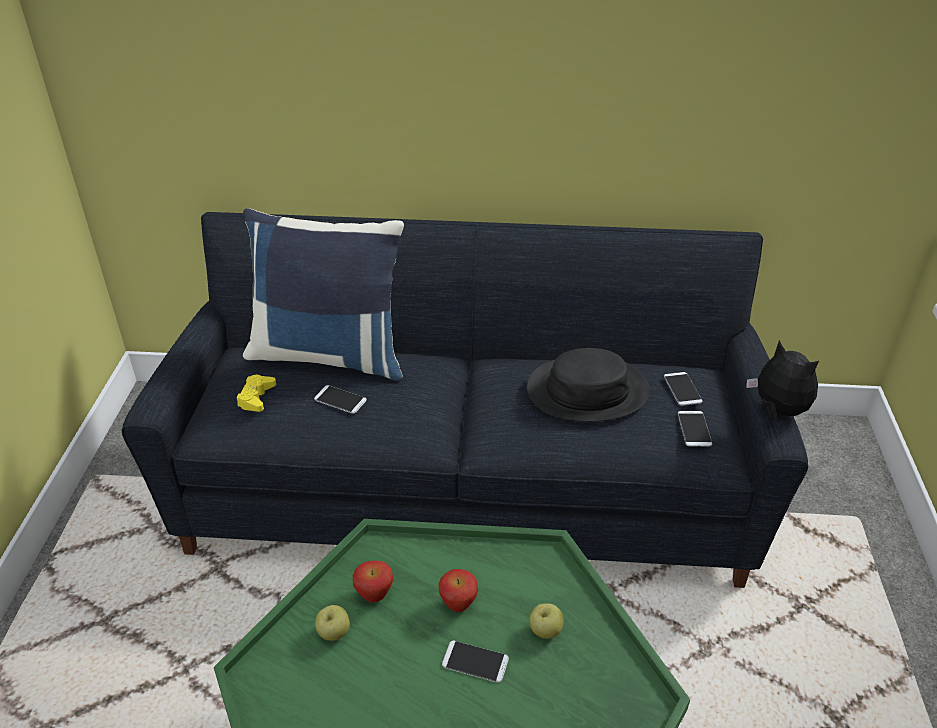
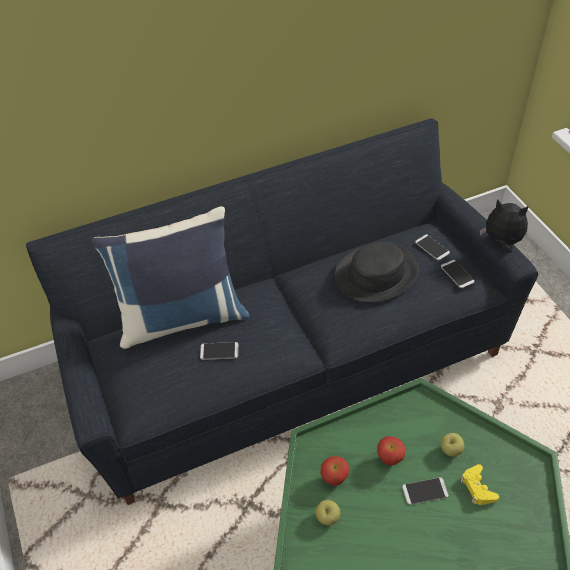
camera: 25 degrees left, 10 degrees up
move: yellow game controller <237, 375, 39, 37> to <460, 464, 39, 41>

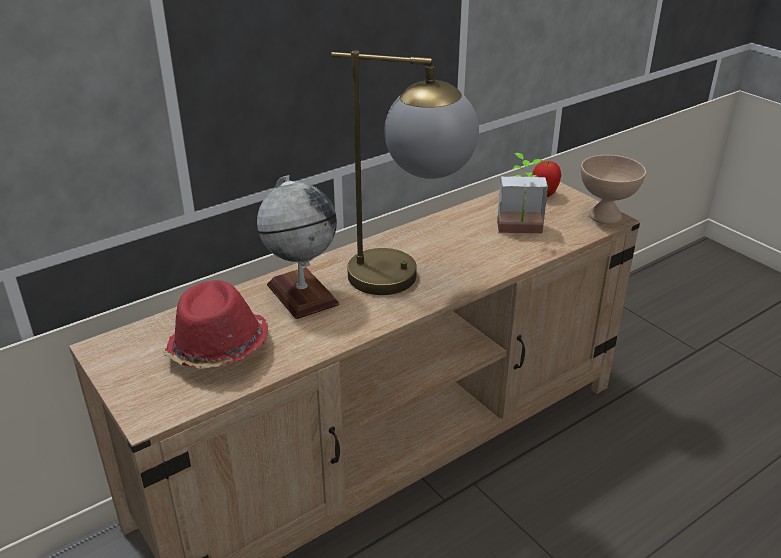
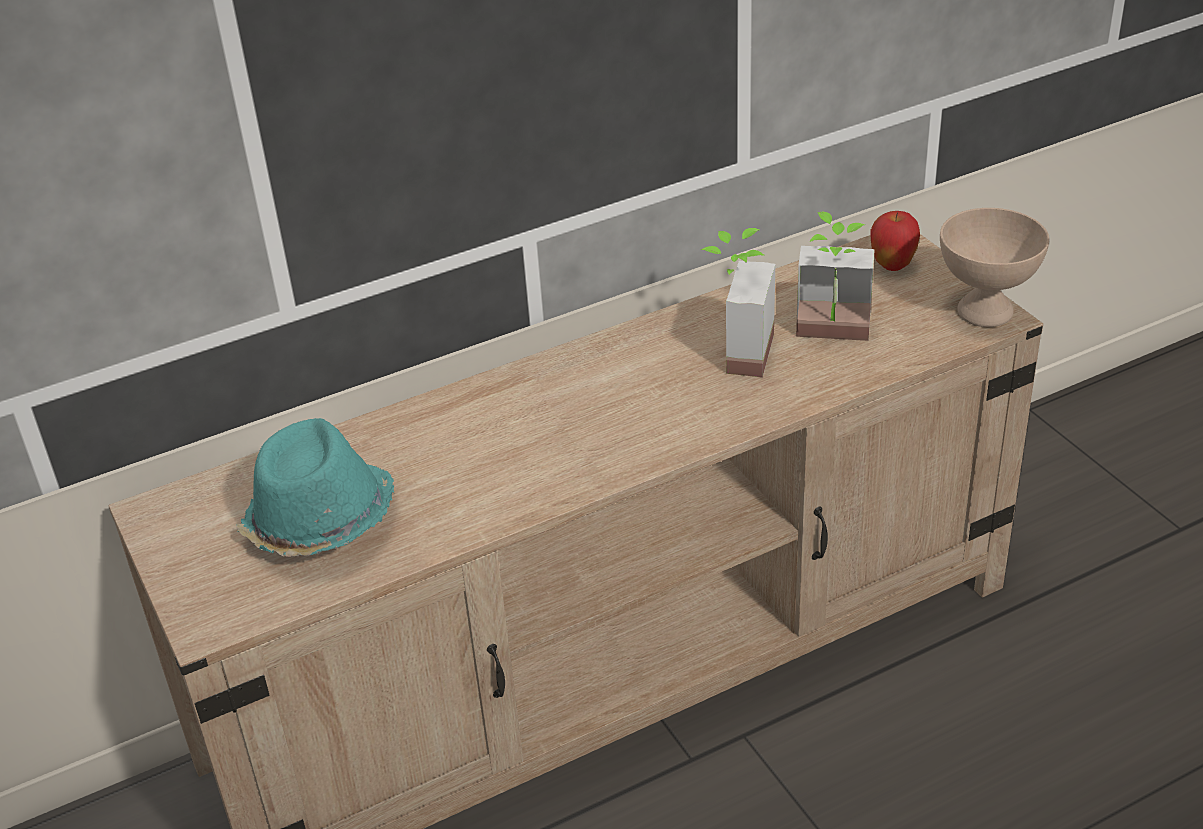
camera: 10 degrees right, 5 degrees up
delete: globe <257, 175, 82, 144>; table lamp <331, 50, 148, 245>
insert: potted plant <701, 228, 74, 149>
recolor: red hat <163, 280, 106, 89> to turquoise hat <236, 418, 158, 139>

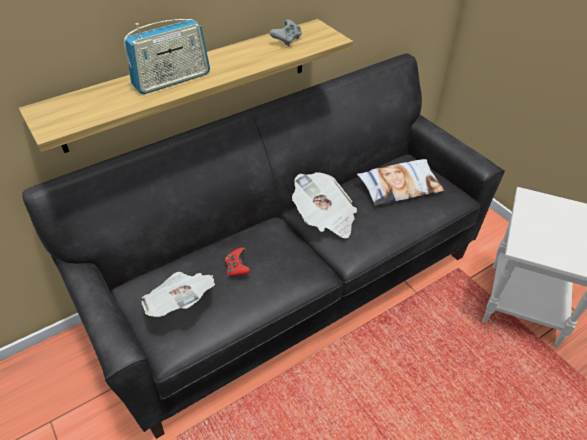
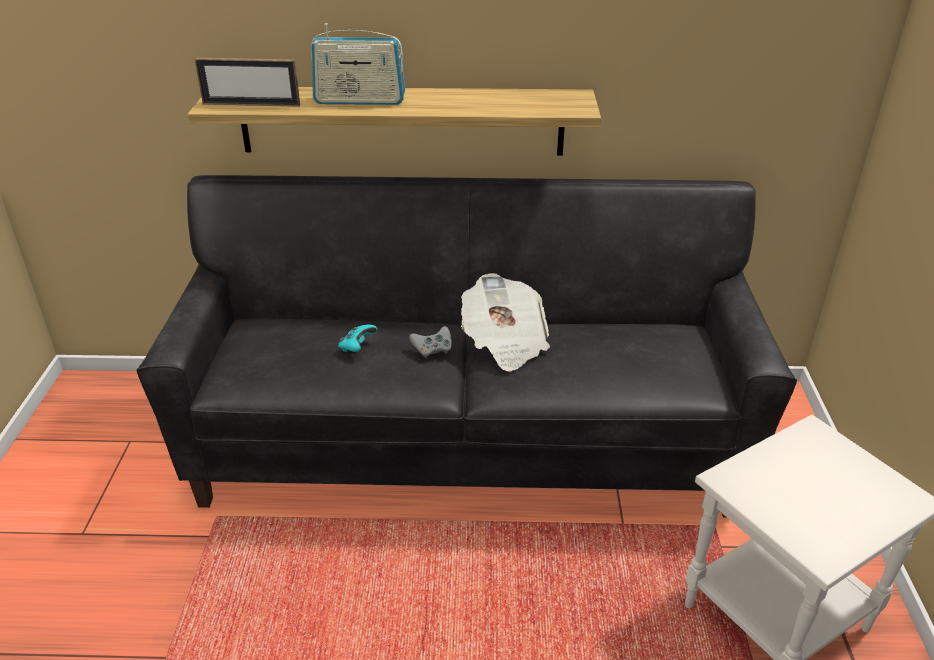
camera: 35 degrees right, 10 degrees down
delete: newspaper <142, 272, 73, 45>; pillow <357, 159, 87, 47>
insert: picture frame <194, 58, 106, 49>
move: grey game controller <269, 19, 33, 27> to <409, 326, 43, 33>
recolor: red game controller <225, 248, 25, 29> to turquoise game controller <338, 325, 39, 27>

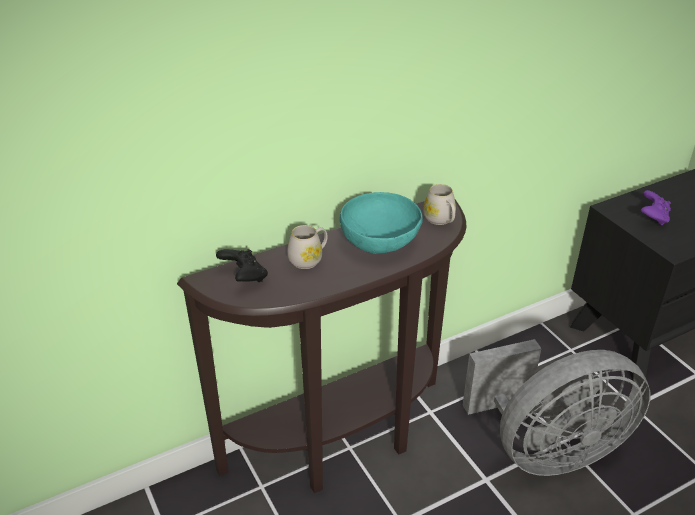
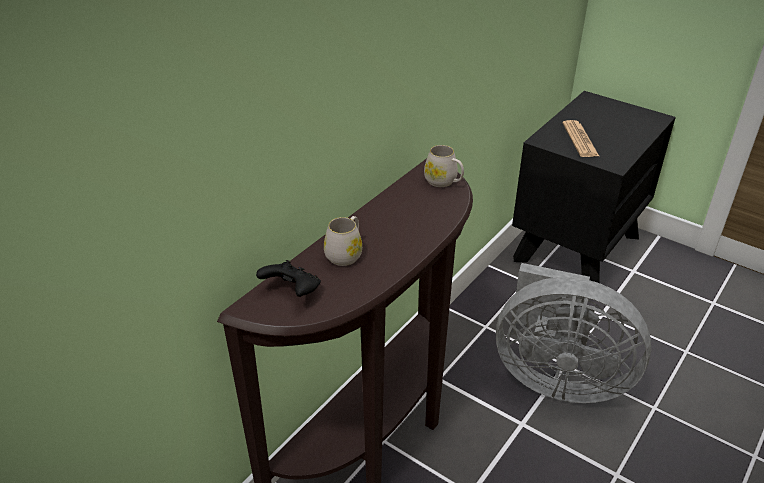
camera: 25 degrees left, 0 degrees up
delete: turquoise bowl <340, 192, 83, 62>
replace: purple game controller <641, 190, 30, 35> to newspaper <563, 120, 36, 37>
rotate: grey fan <463, 339, 187, 137> = <496, 263, 155, 140> 60 degrees clockwise

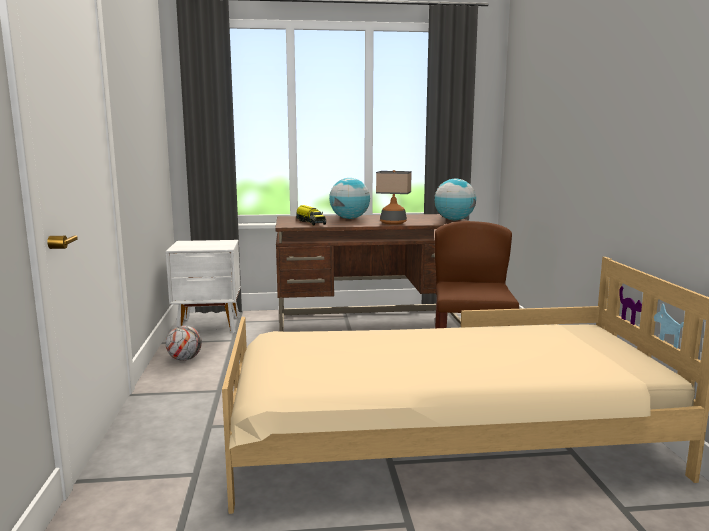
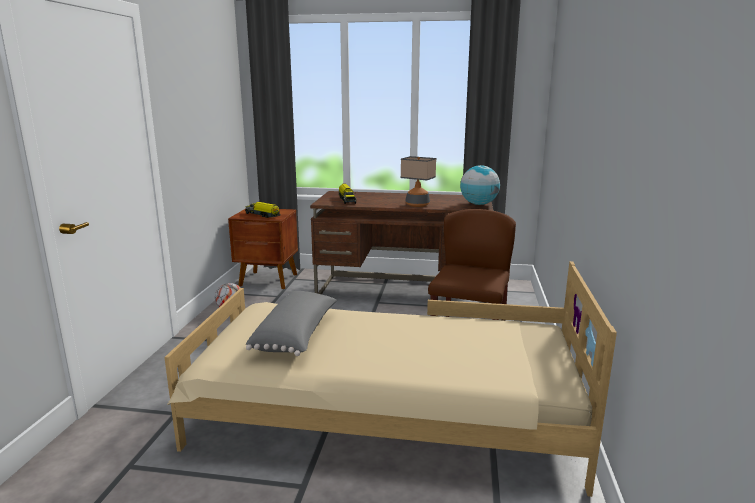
camera: 15 degrees right, 5 degrees up
delete: globe <329, 178, 41, 41>
insert: toy truck <245, 202, 35, 16>; grey pillow <246, 291, 91, 65>
recolor: white nightstand <166, 240, 75, 93> to brown nightstand <228, 209, 70, 80>

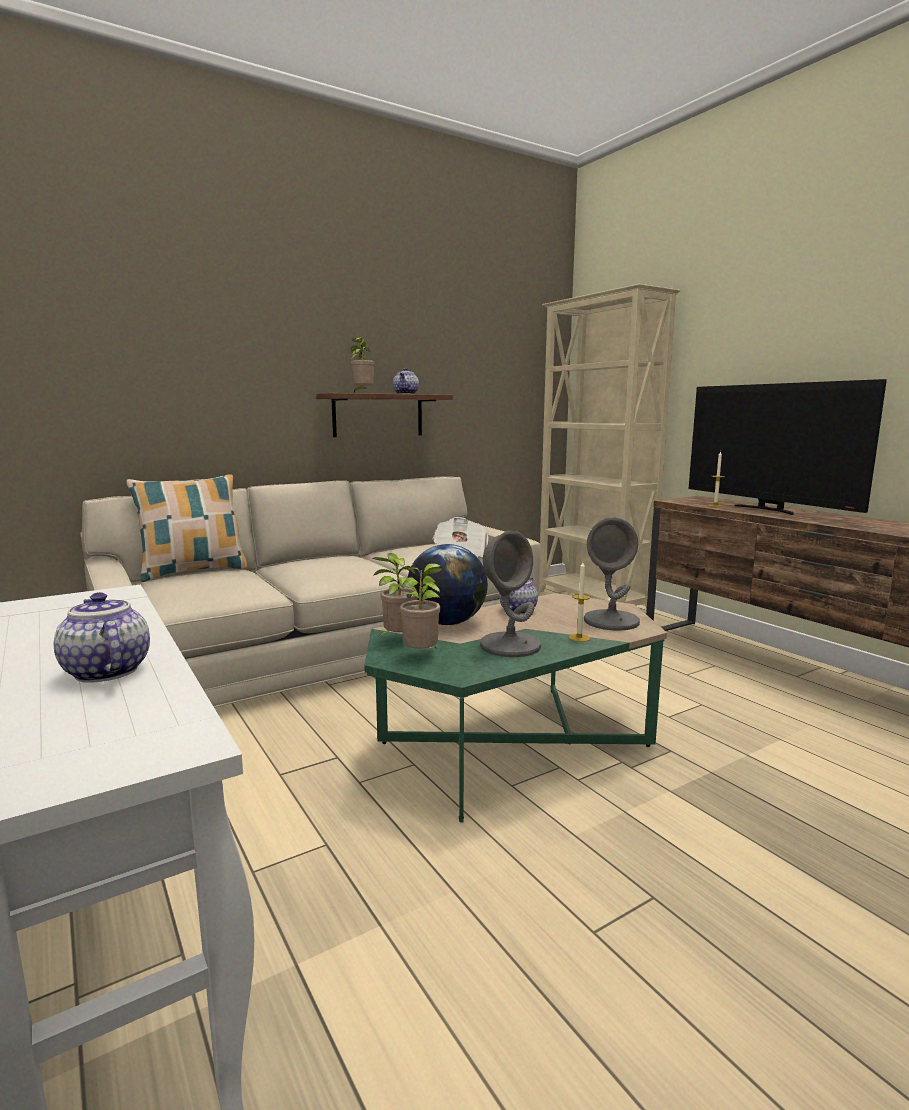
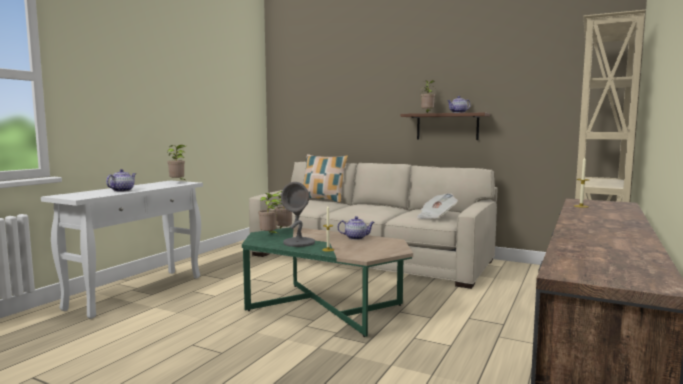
camera: 60 degrees right, 5 degrees down
delete: globe <407, 544, 81, 81>; grey table lamp <584, 517, 56, 114>; television <689, 379, 198, 136>
insert: potted plant <167, 145, 19, 36>

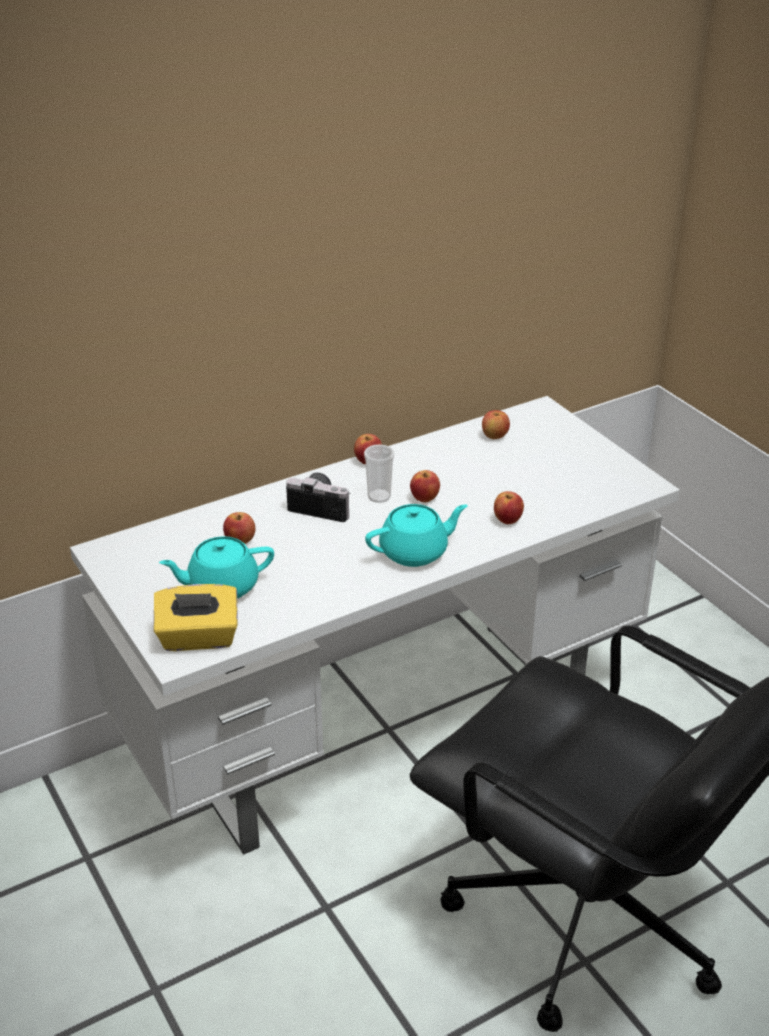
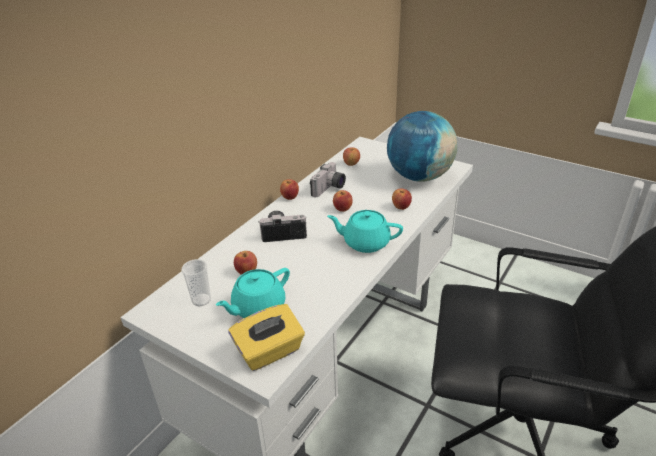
camera: 25 degrees left, 0 degrees up
insert: photo camera <310, 162, 36, 35>; globe <387, 111, 71, 71>
move: cup <364, 444, 30, 59> to <181, 259, 30, 47>
rotate: turquoise teapot <365, 504, 103, 63> = <327, 210, 76, 43> 120 degrees counterclockwise

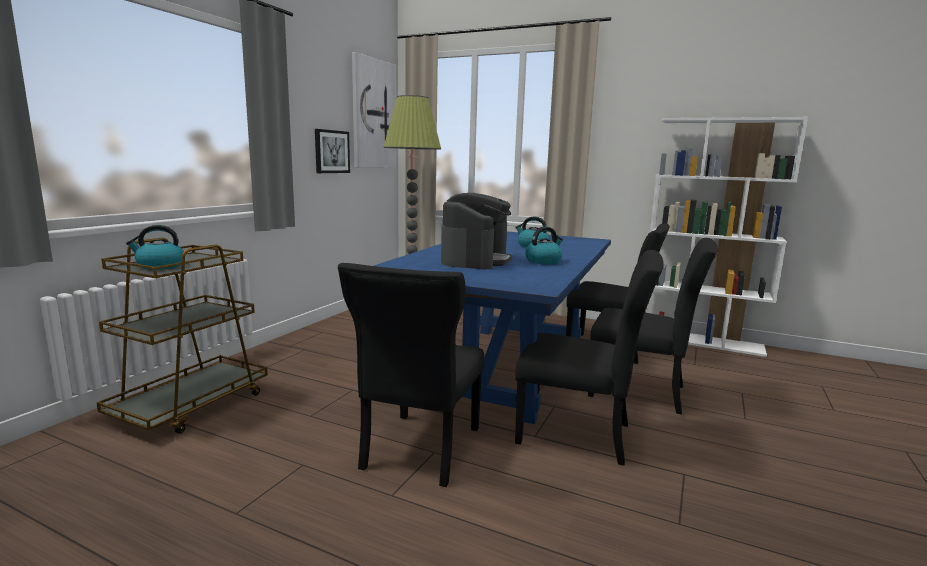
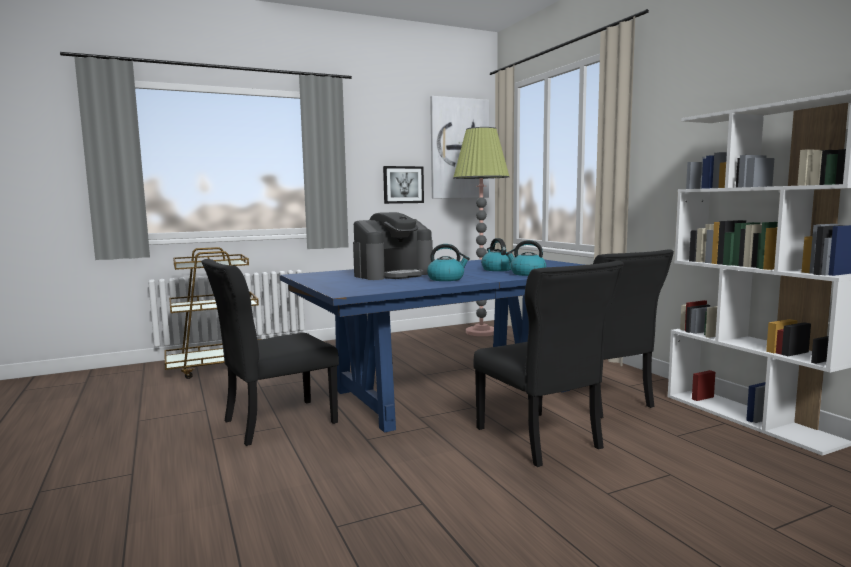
camera: 40 degrees right, 5 degrees down
delete: black chair <515, 250, 149, 216>
move: kettle <126, 225, 58, 45> to <506, 240, 40, 36>

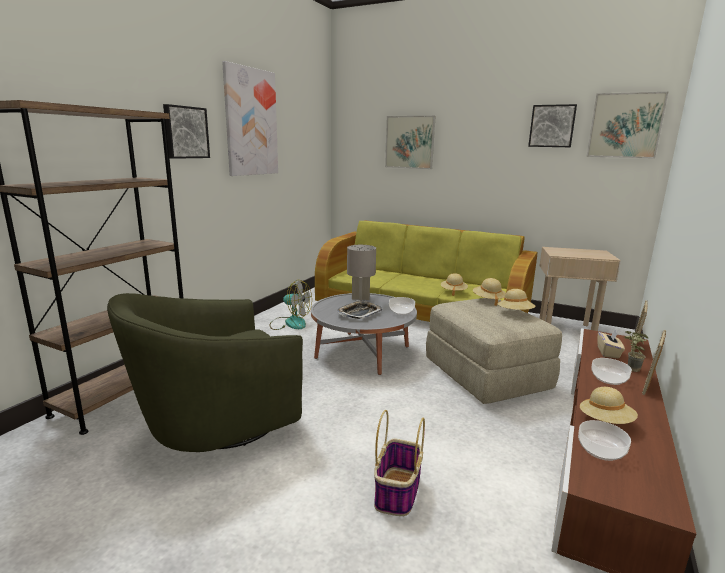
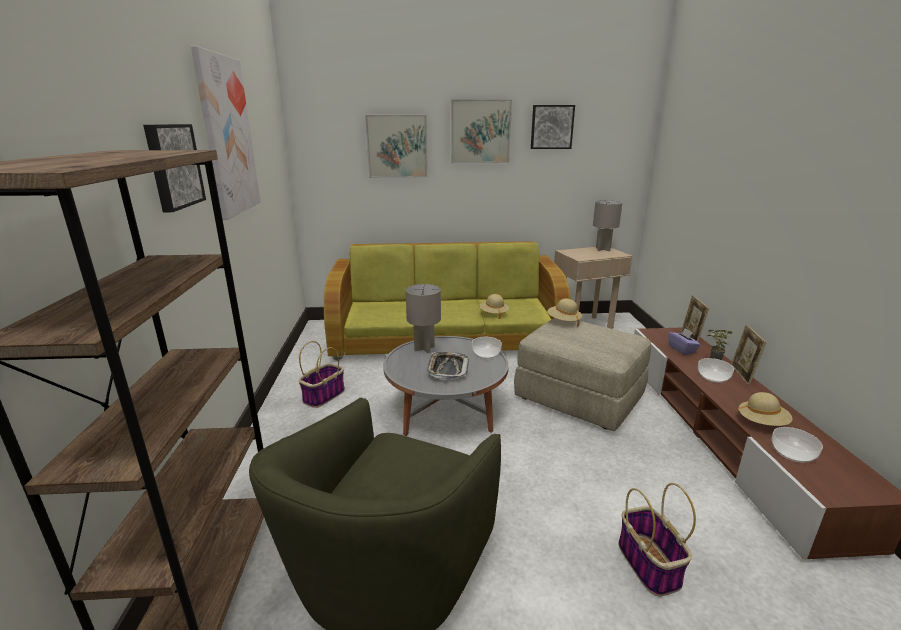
camera: 30 degrees left, 5 degrees up
delete: beige hat <497, 289, 39, 21>
insert: grey table lamp <593, 200, 29, 51>
move: picture <587, 92, 81, 67> to <451, 100, 61, 63>
replace: fan <269, 280, 43, 50> to basket <299, 341, 46, 67>
recolor: beige tissue box <597, 331, 28, 27> to purple tissue box <668, 328, 33, 27>

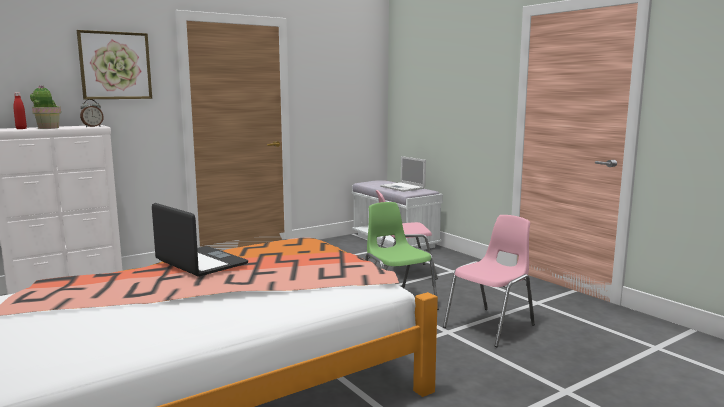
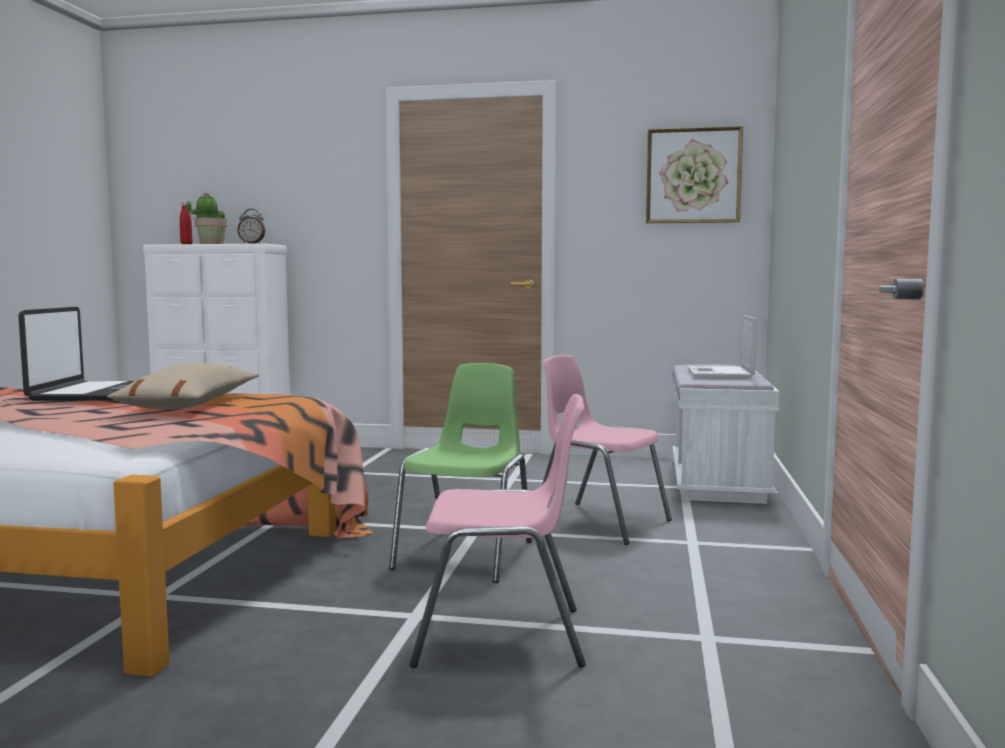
camera: 45 degrees right, 5 degrees down
insert: beige pillow <107, 363, 152, 46>
move: picture <77, 30, 75, 70> to <646, 126, 97, 97>

